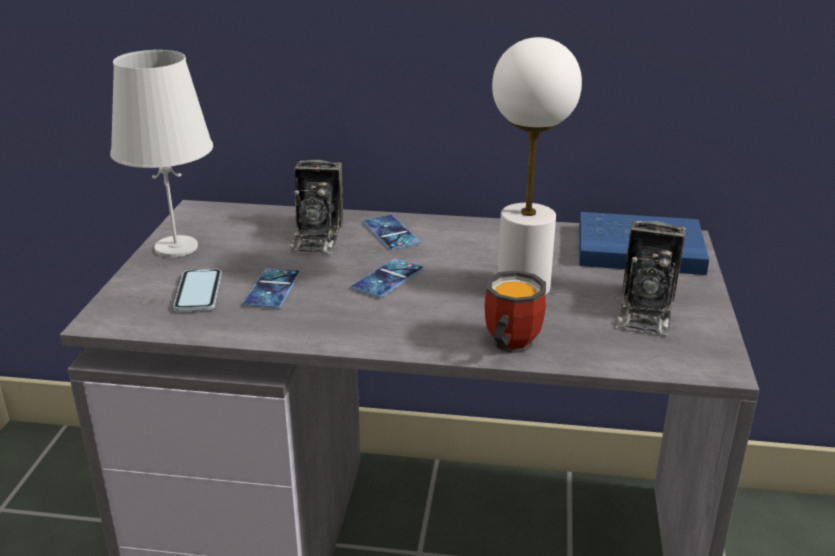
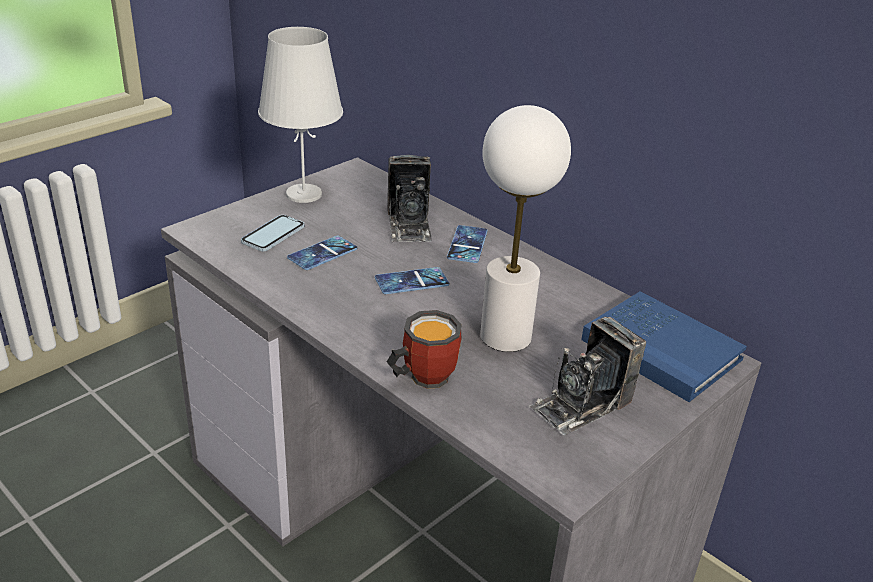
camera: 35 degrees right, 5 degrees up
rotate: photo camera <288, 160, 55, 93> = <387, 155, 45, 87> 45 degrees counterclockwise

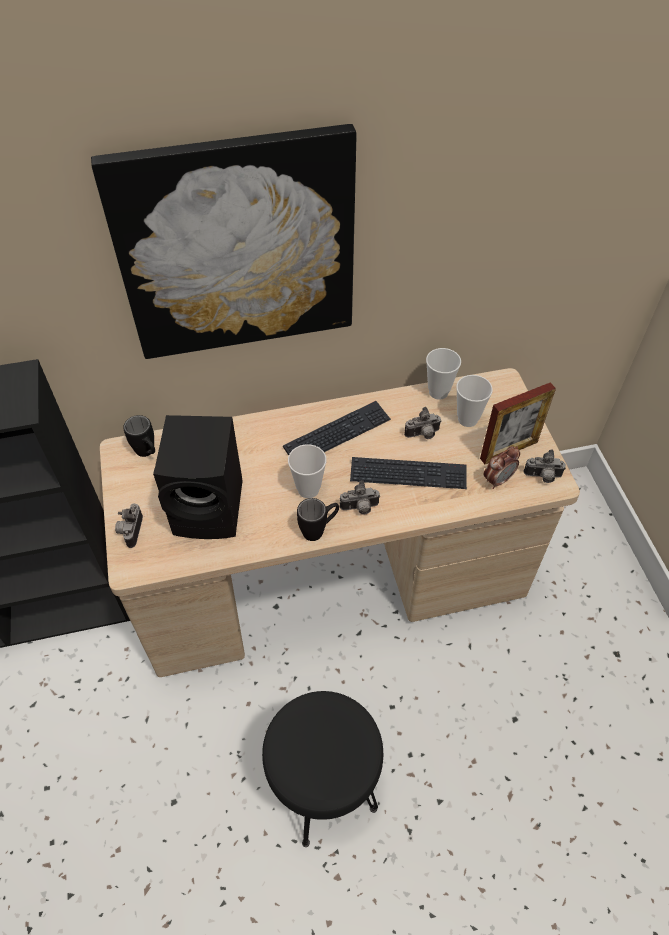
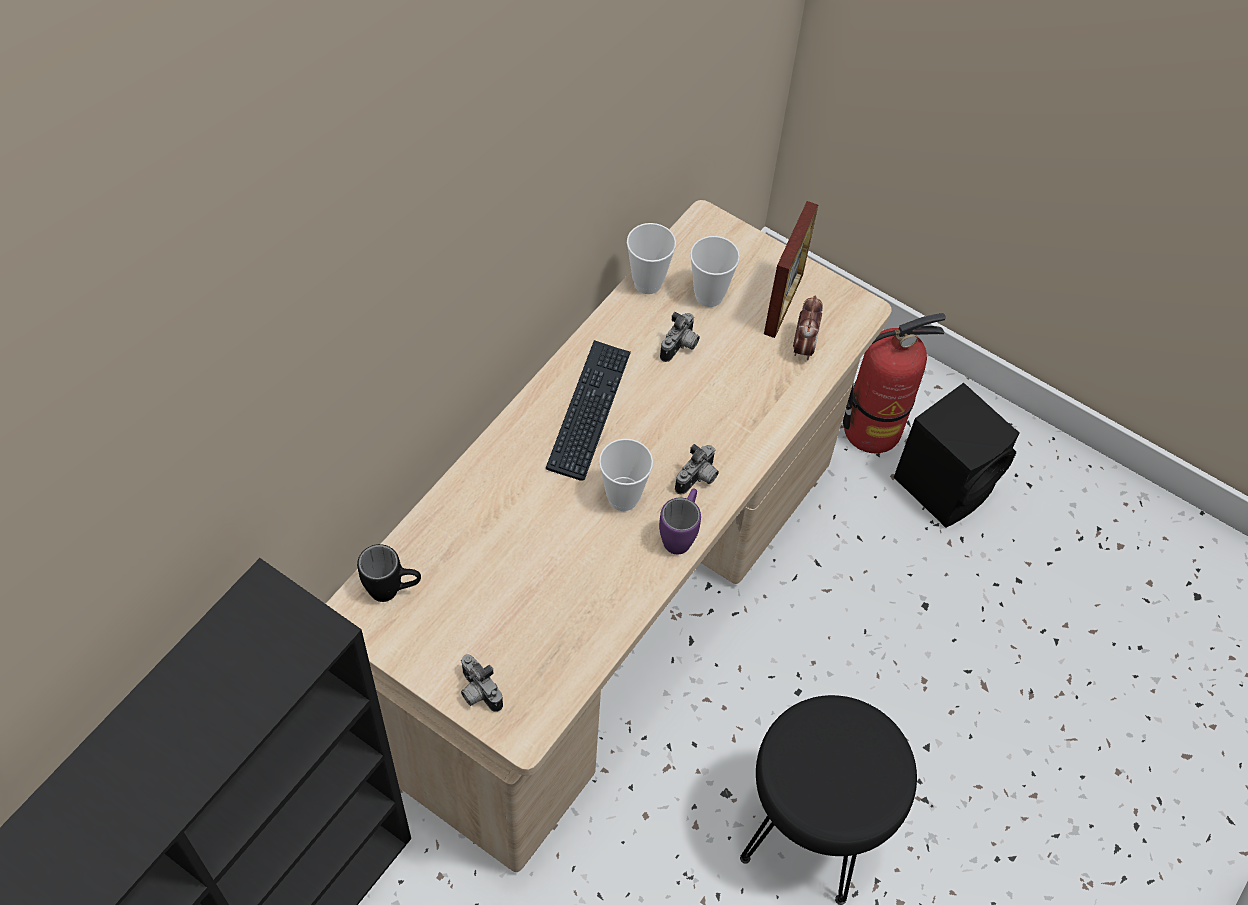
camera: 45 degrees left, 5 degrees up
delete: picture <91, 124, 266, 235>; keyboard <350, 457, 117, 32>; photo camera <523, 449, 43, 34>
insert: fire extinguisher <843, 313, 103, 140>
move: black speaker <153, 415, 90, 124> to <894, 383, 126, 145>
recolor: black mug <297, 498, 42, 43> to purple mug <659, 489, 42, 65>

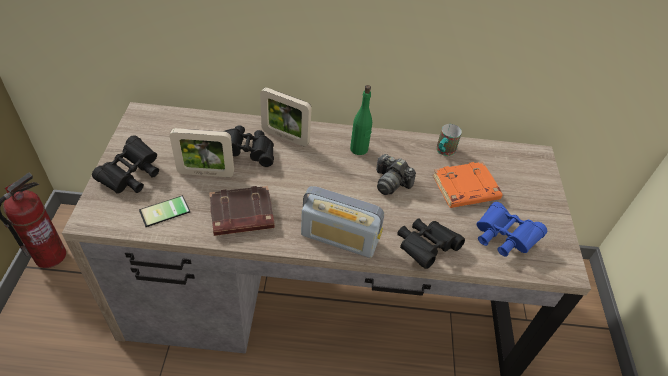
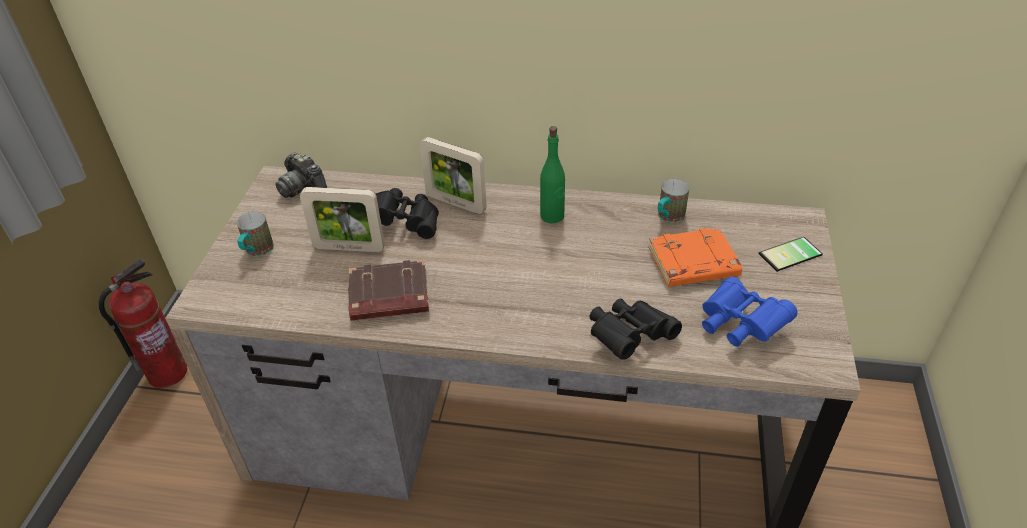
camera: 10 degrees right, 5 degrees down
delete: radio <301, 186, 83, 72>
move: photo camera <376, 154, 40, 41> to <275, 152, 52, 46>; phone <139, 195, 51, 32> to <759, 237, 64, 35>
replace: black binoculars <92, 135, 67, 59> to mug <237, 211, 37, 46>

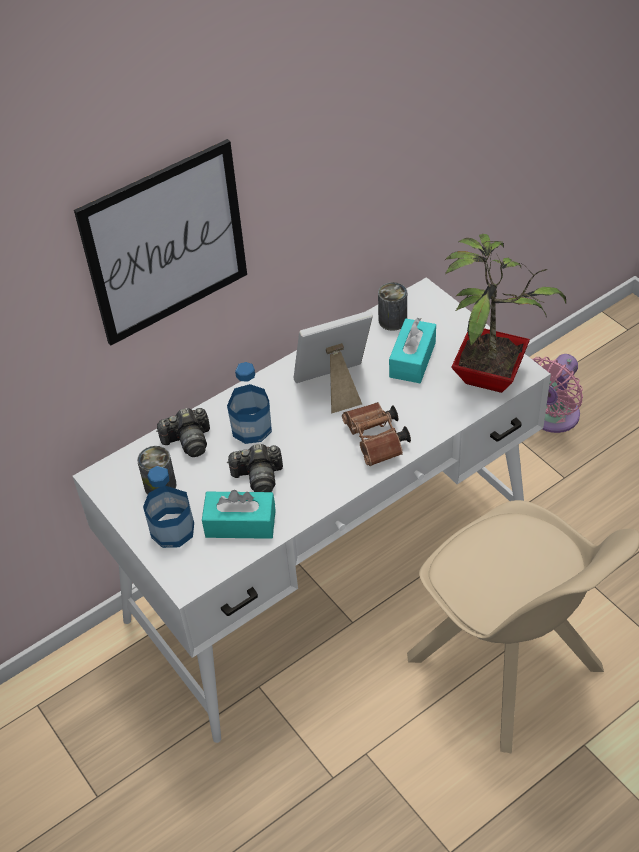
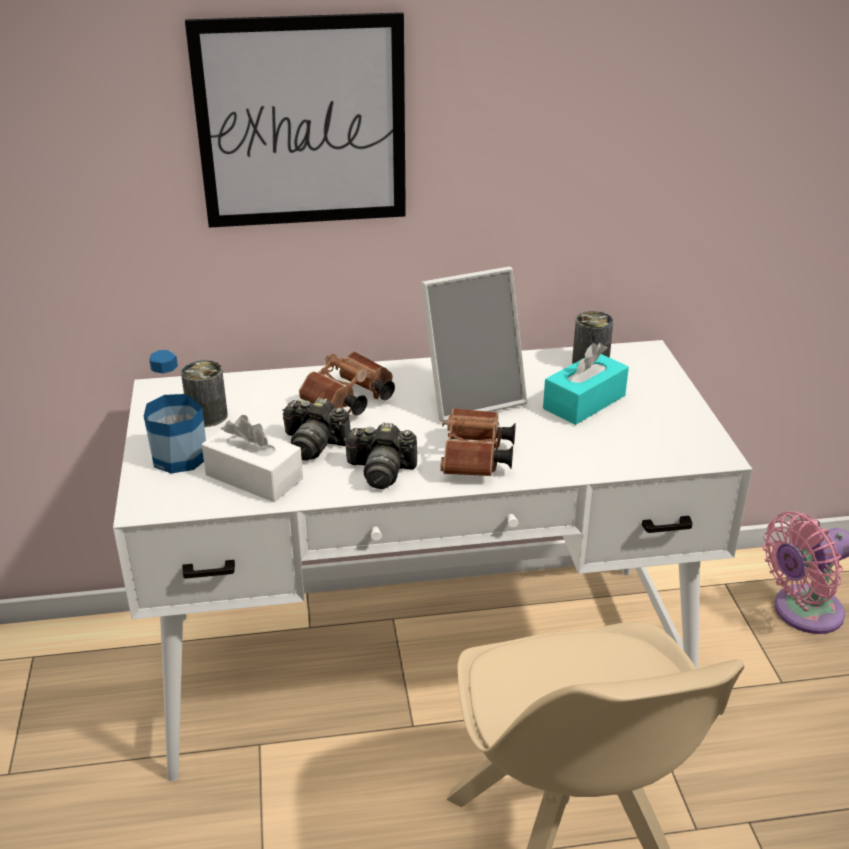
camera: 25 degrees right, 15 degrees down
delete: potted plant <445, 234, 121, 159>
move: photo camera <156, 408, 54, 49> to <344, 422, 73, 67>
replace: bottle <227, 362, 45, 82> to brown binoculars <299, 352, 96, 64>
recolor: turquoise tissue box <202, 490, 74, 49> to white tissue box <202, 415, 101, 88>
rotate: picture frame <294, 311, 79, 102> = <421, 266, 106, 156> 150 degrees clockwise

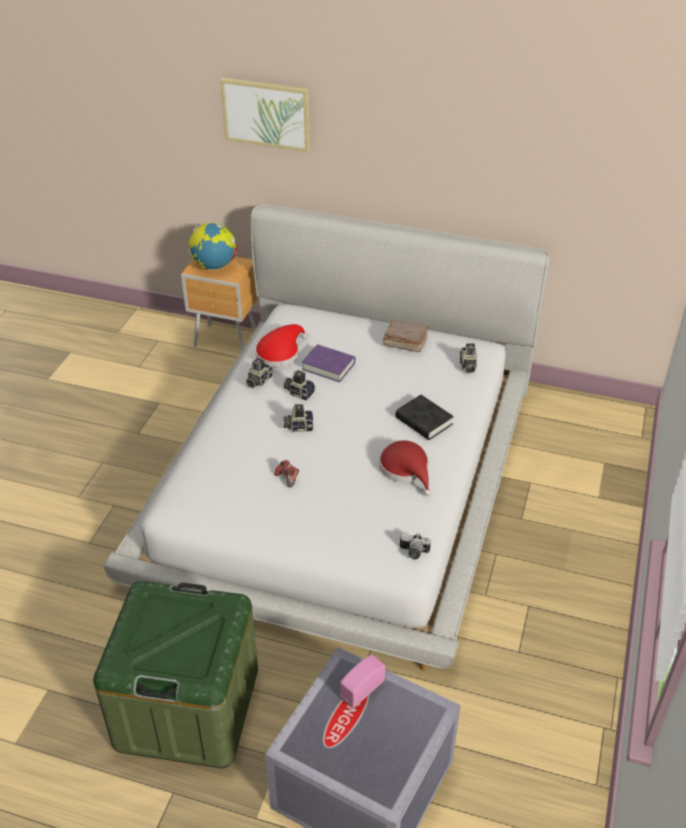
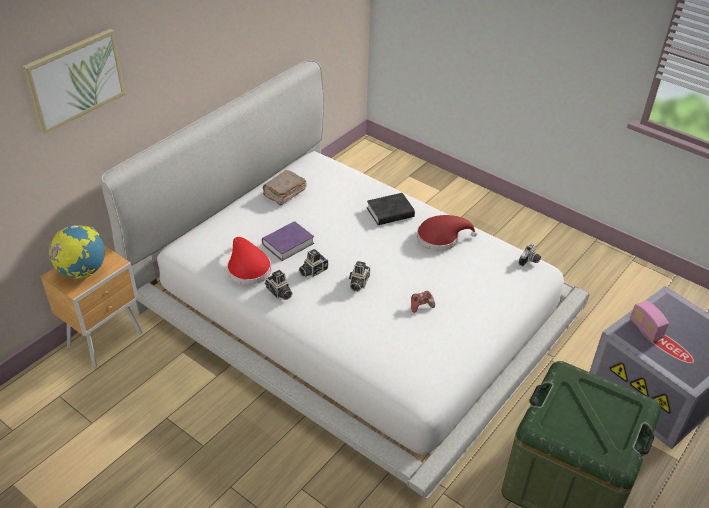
camera: 70 degrees left, 0 degrees up
delete: photo camera <460, 343, 17, 31>

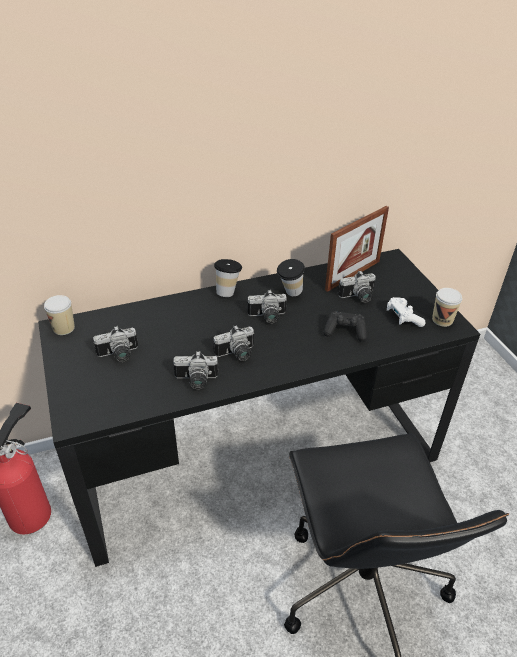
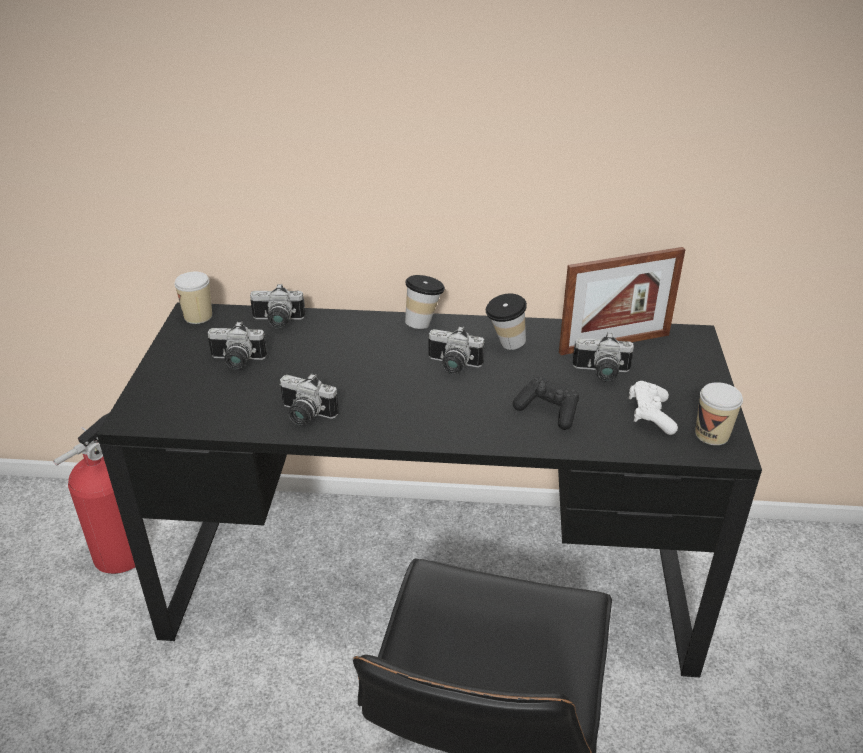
camera: 25 degrees right, 5 degrees down
move: photo camera <213, 325, 41, 36> to <250, 284, 56, 45>

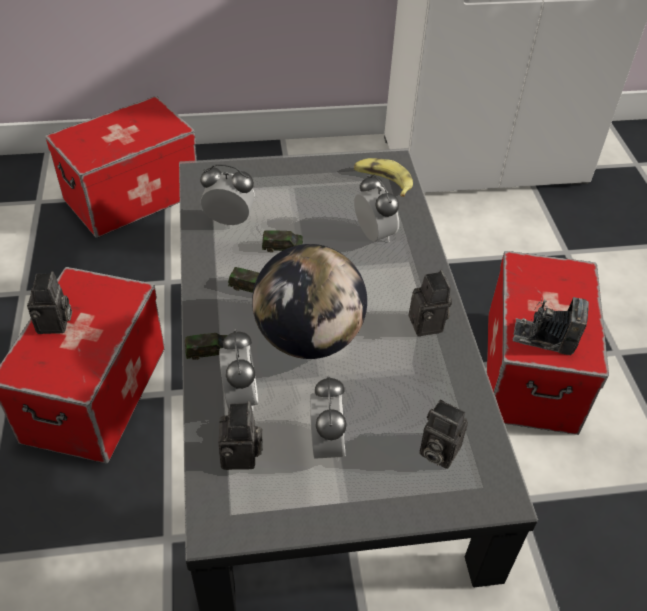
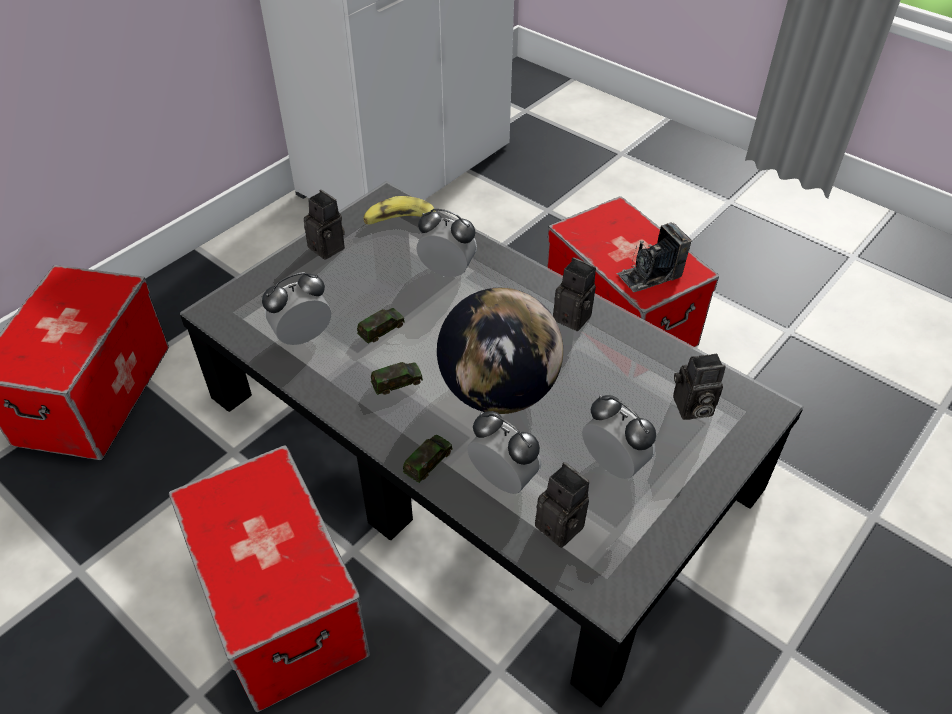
camera: 40 degrees left, 0 degrees up
move: photo camera <27, 271, 45, 63> to <304, 190, 41, 70>

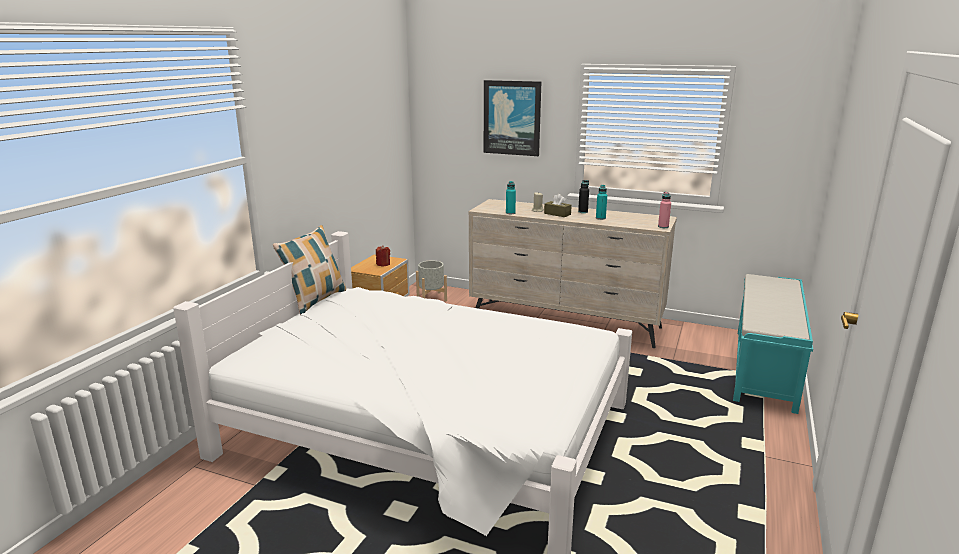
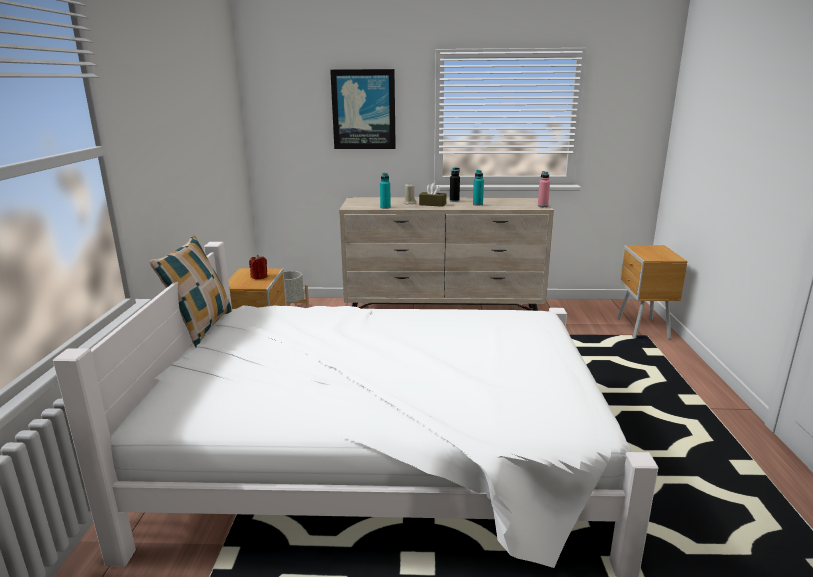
camera: 20 degrees left, 0 degrees up
replace: turquoise bench <733, 274, 80, 140> to brown nightstand <617, 245, 71, 94>

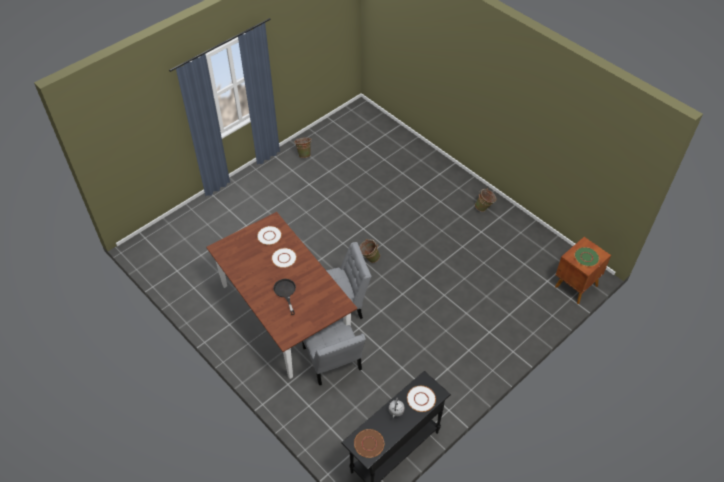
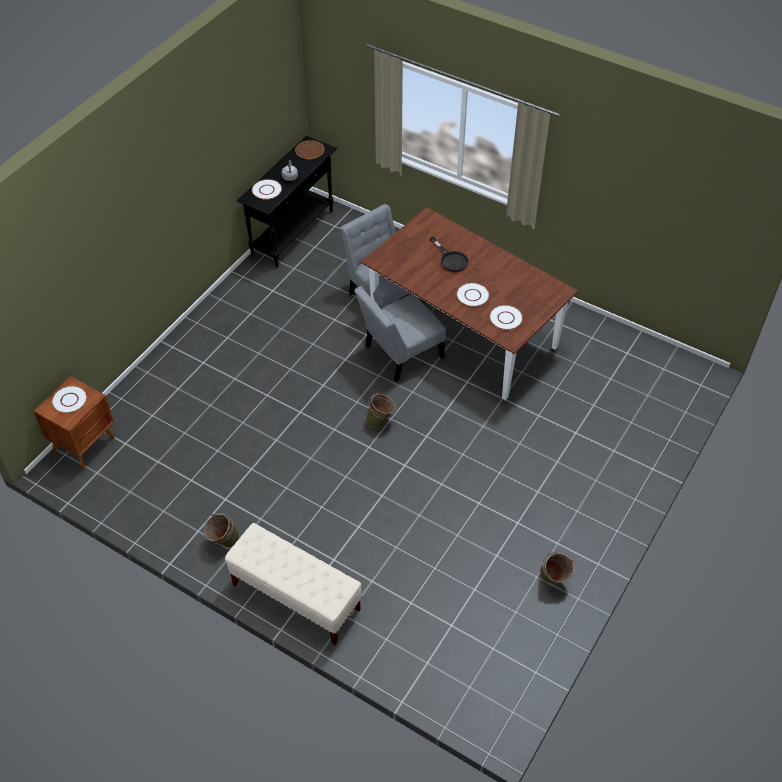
camera: 165 degrees right, 0 degrees up
insert: beige bench <225, 523, 137, 122>
recolor: green plate <574, 247, 25, 20> to white plate <51, 386, 36, 27>

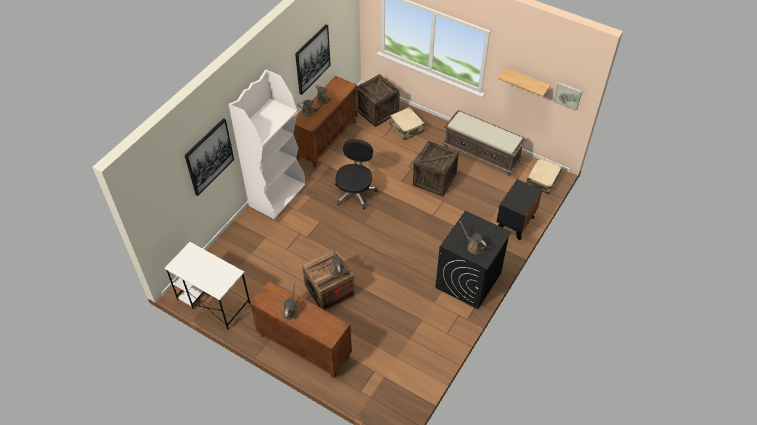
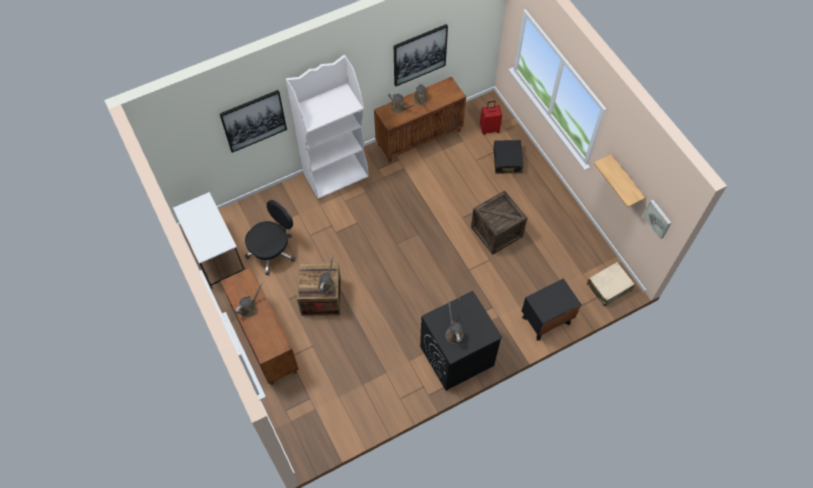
camera: 30 degrees right, 10 degrees up
delete: brown bench <443, 110, 83, 66>
move: black office chair <335, 139, 43, 70> to <245, 200, 50, 75>
replace: crate <357, 74, 43, 53> to red suitcase <480, 101, 22, 34>
recolor: beige suitcase <390, 107, 35, 33> to black suitcase <493, 140, 31, 34>

